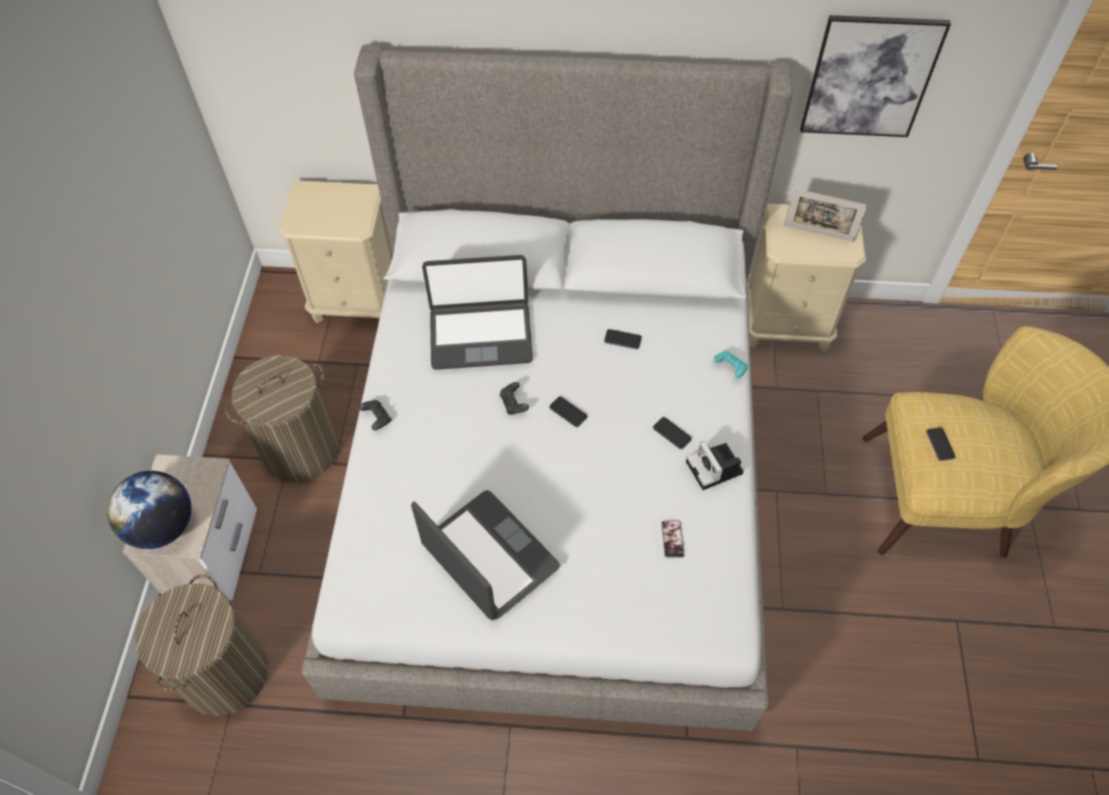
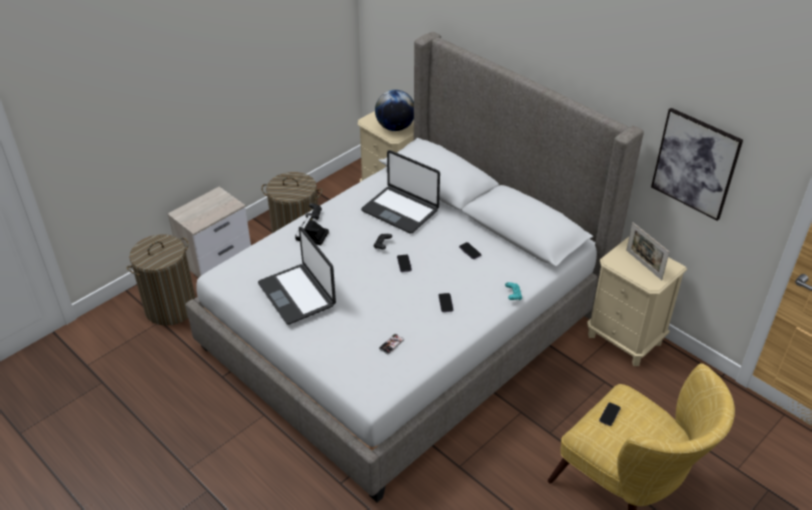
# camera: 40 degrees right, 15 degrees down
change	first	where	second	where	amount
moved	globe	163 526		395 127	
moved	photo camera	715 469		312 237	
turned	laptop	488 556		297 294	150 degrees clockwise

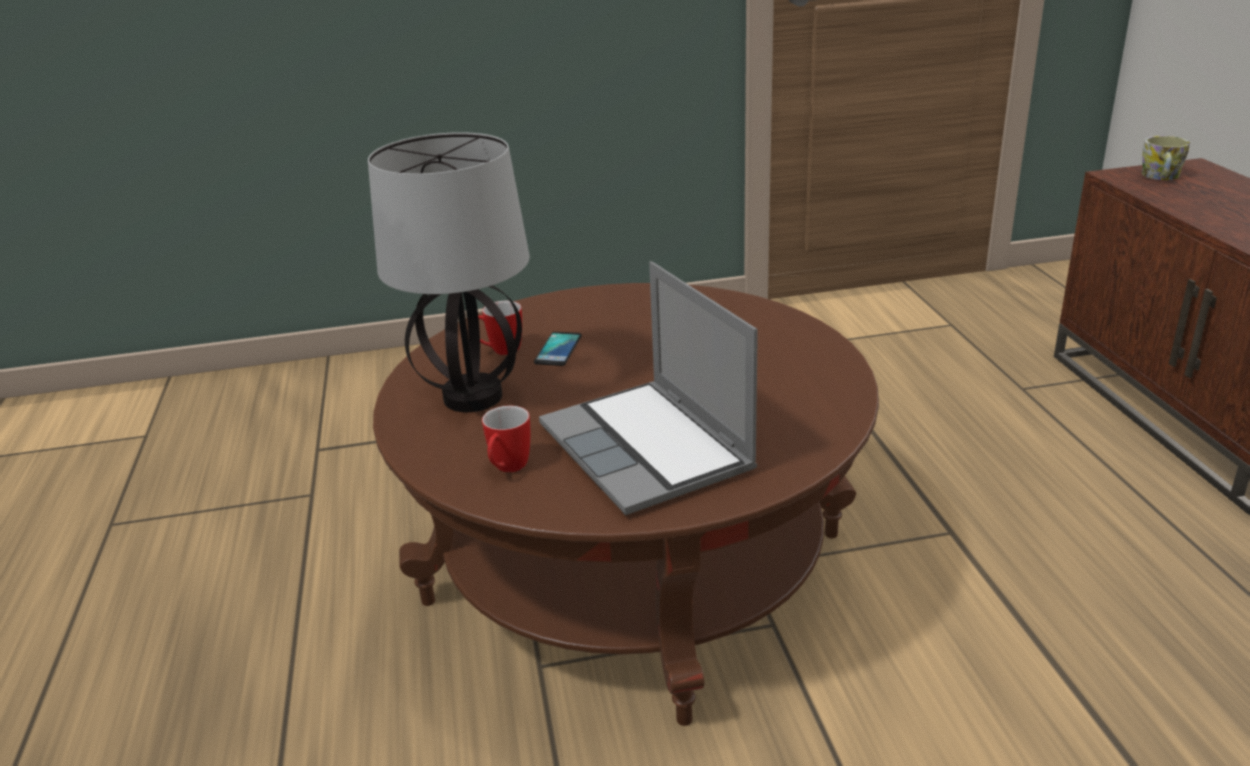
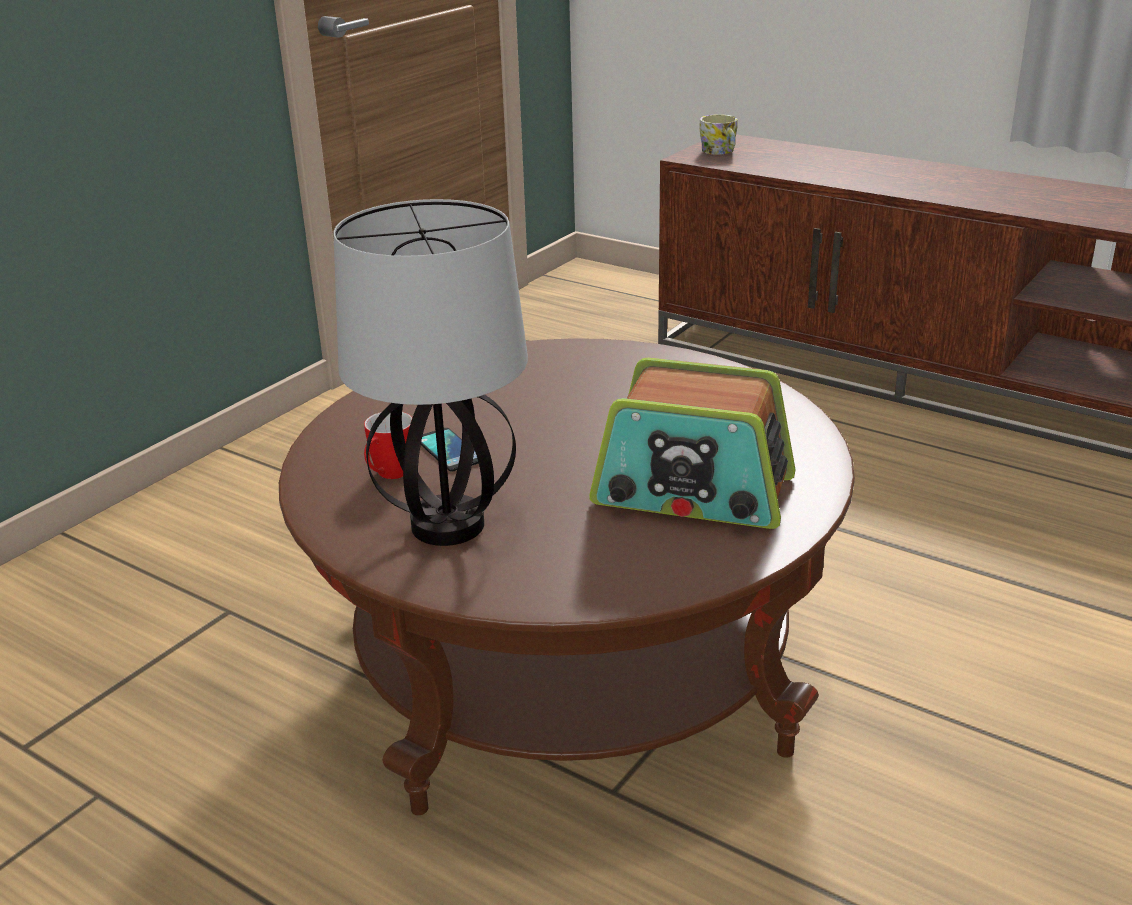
# camera: 45 degrees left, 0 degrees up
change	first	where	second	where	amount
removed	mug	507 469			
replaced	laptop	649 449	radio	693 492	

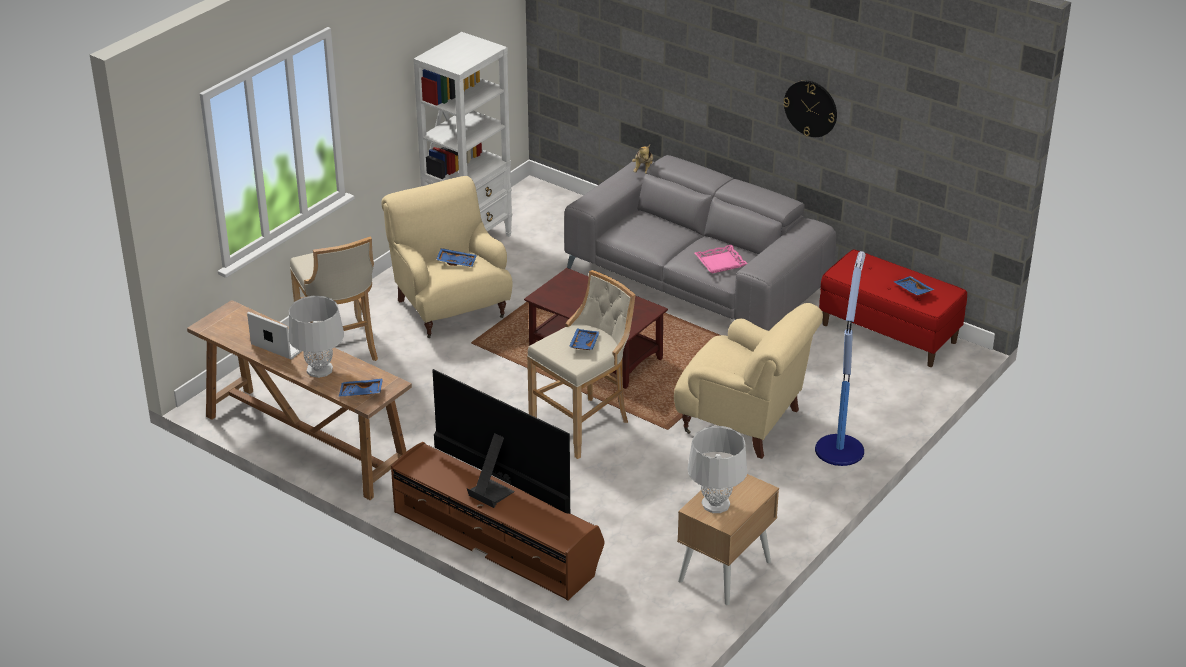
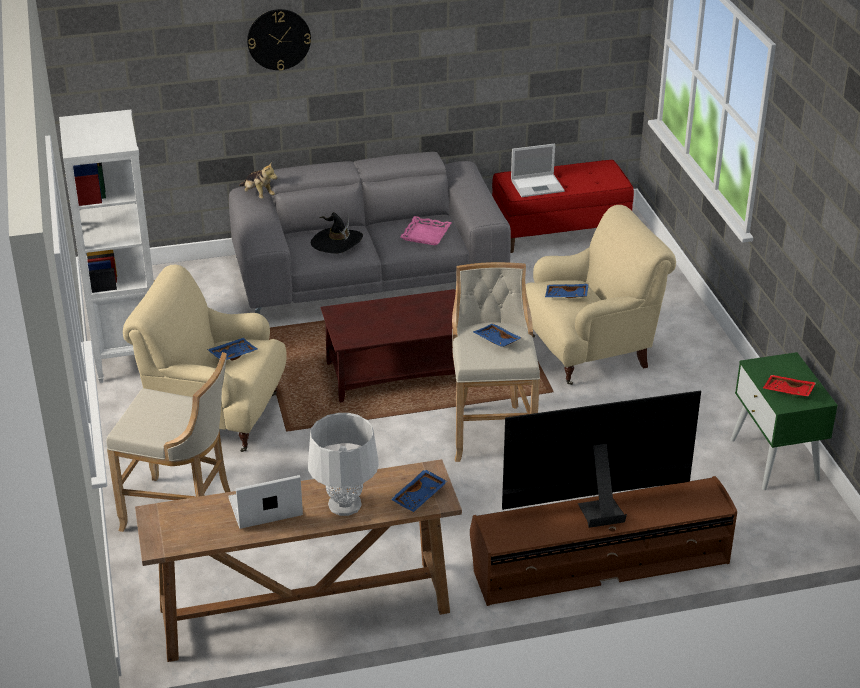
# camera: 50 degrees left, 0 degrees up
change	first	where	second	where	amount
removed	floor lamp	839 449			
added			hat (black)	337 242	
added			laptop	538 186	
moved	wall clock	811 108		279 39	
moved	tray (blue)	912 290		566 296	
replaced	table lamp (grey)	715 504	tray (red)	788 391	
recoloured	nightstand (beige)	724 571	nightstand (green)	775 460	

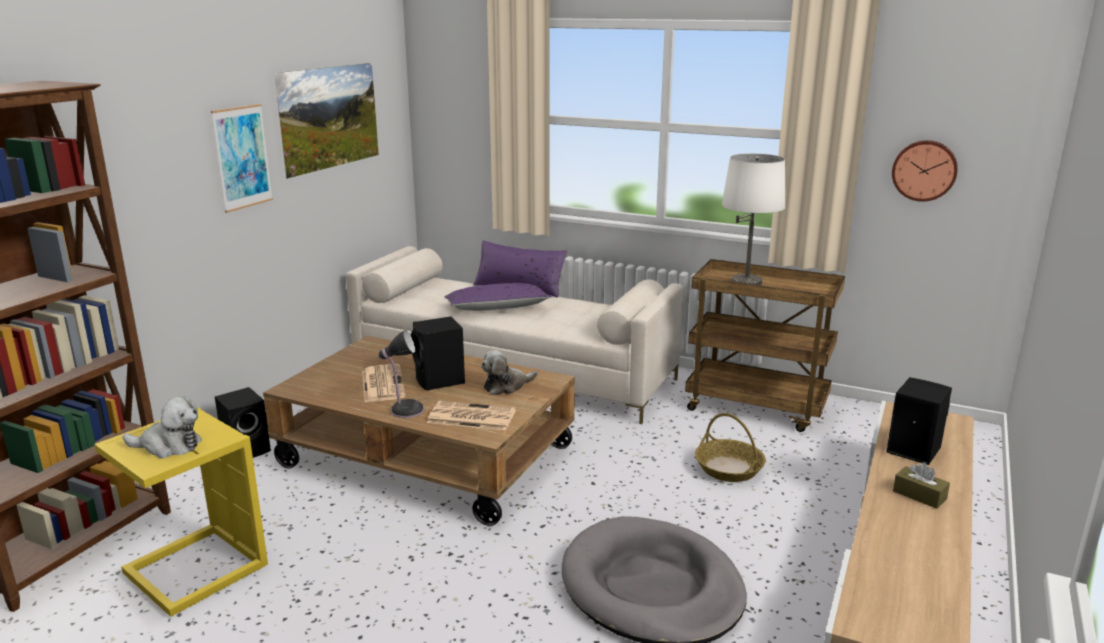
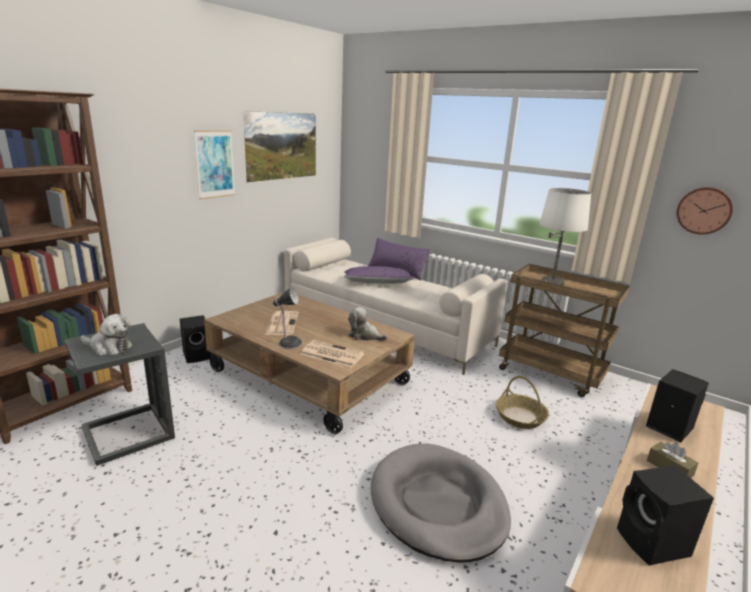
# camera: 10 degrees right, 0 degrees up
change	first	where	second	where	amount
moved	speaker (black)	440 381		653 544	
recoloured	side table (yellow)	193 570	side table (grey)	126 434	
turned	plush toy	506 386		364 336	45 degrees clockwise

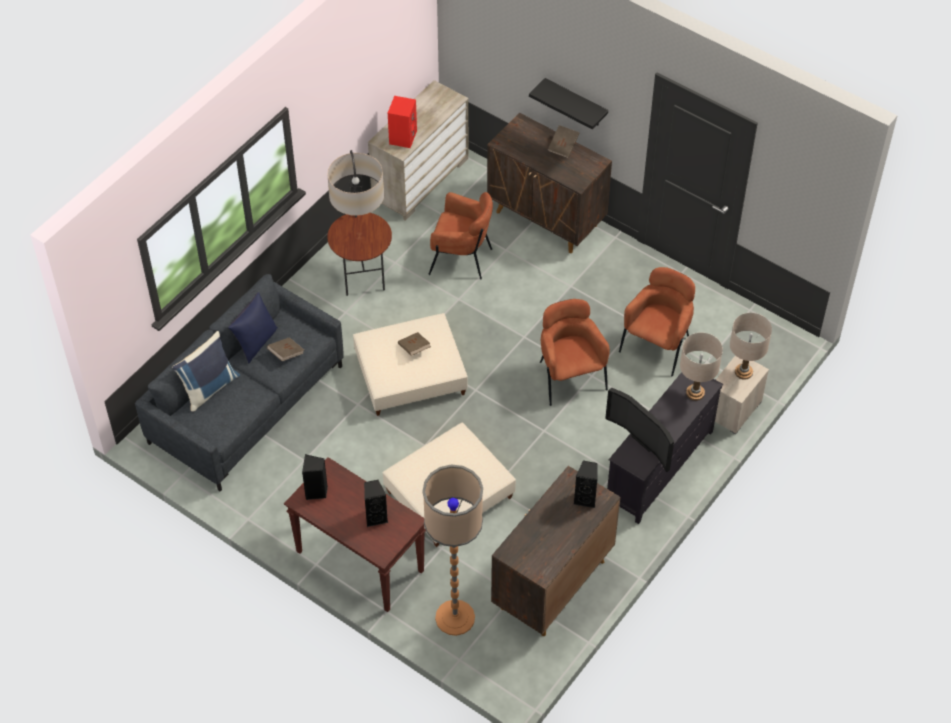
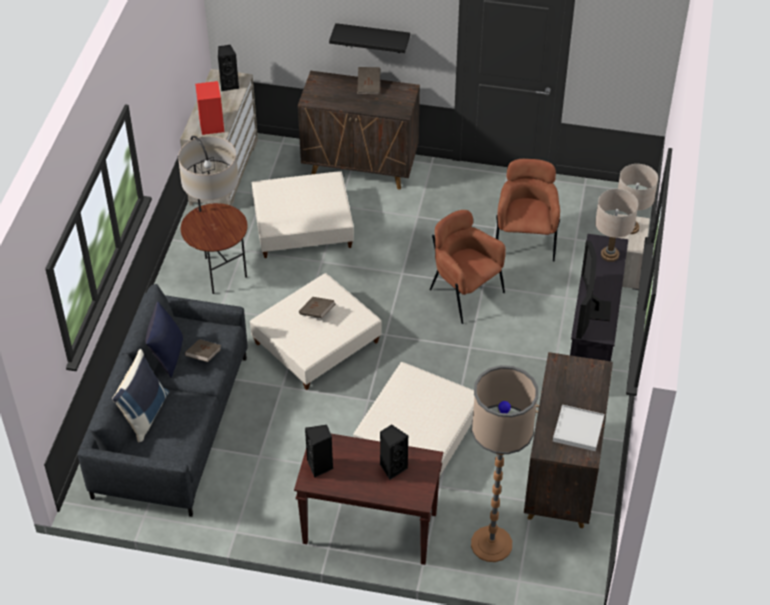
# camera: 25 degrees left, 5 degrees down
change	first	where	second	where	amount
added			tray (white)	578 429	
moved	speaker (black)	586 498		229 85	
replaced	armchair (brown)	461 259	ottoman (beige)	303 226	
turned	television	645 439		592 309	75 degrees clockwise

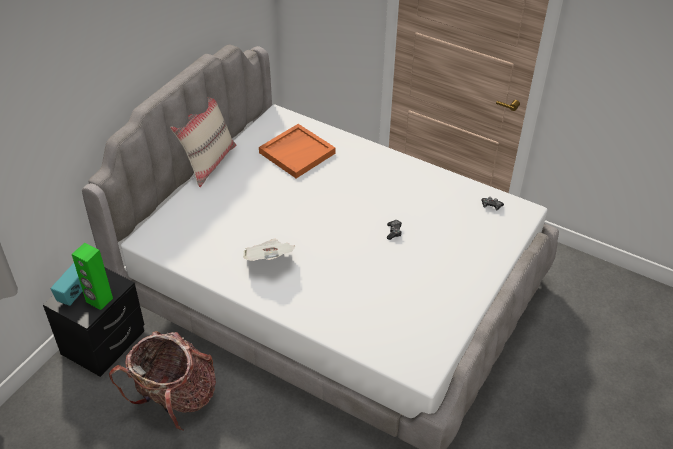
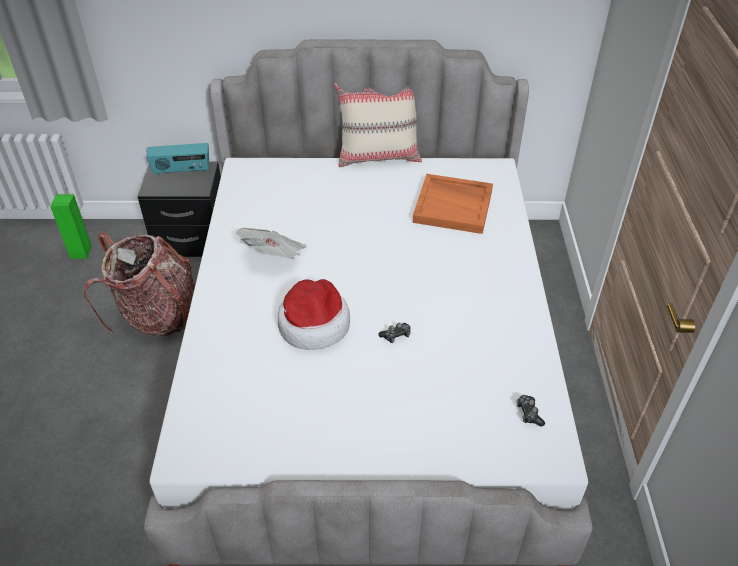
# camera: 60 degrees right, 0 degrees up
change	first	where	second	where	amount
added			hat	313 324	
moved	speaker (green)	99 300		80 252	

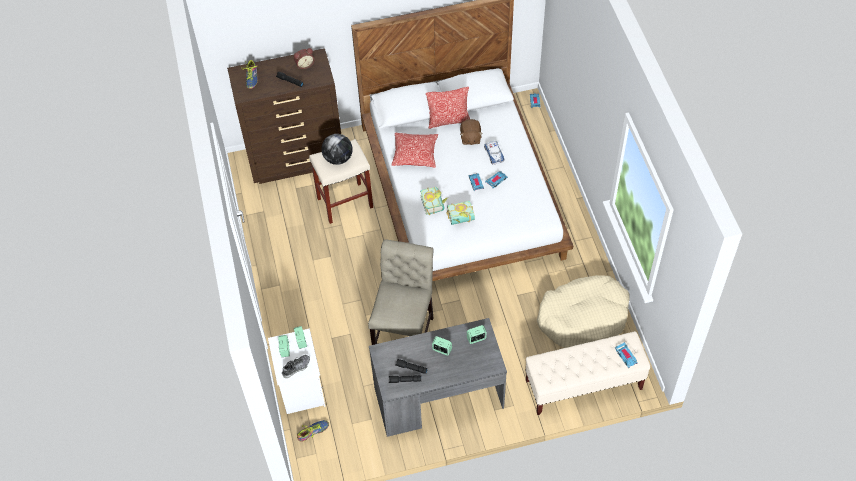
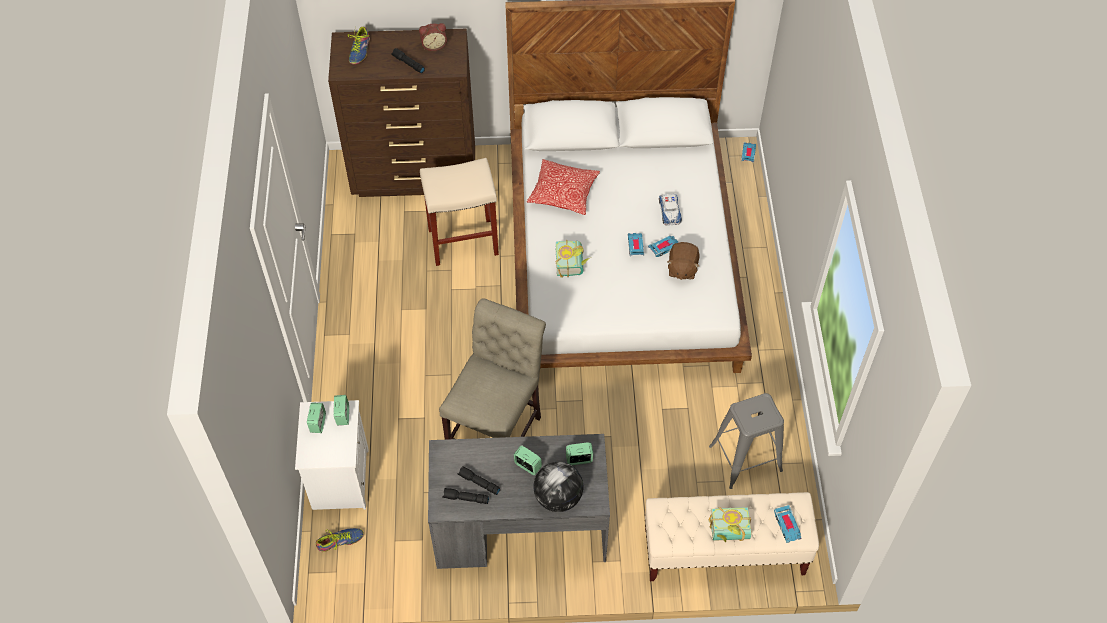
# camera: 10 degrees right, 0 degrees up
change	first	where	second	where	amount
removed	shoe	296 368			
removed	pillow	448 121			
moved	globe	338 158		558 498	
moved	book	461 219		729 533	
moved	plush toy (brown)	470 138		682 269	
replaced	dog bed (beige)	583 318	stool (grey)	746 458	

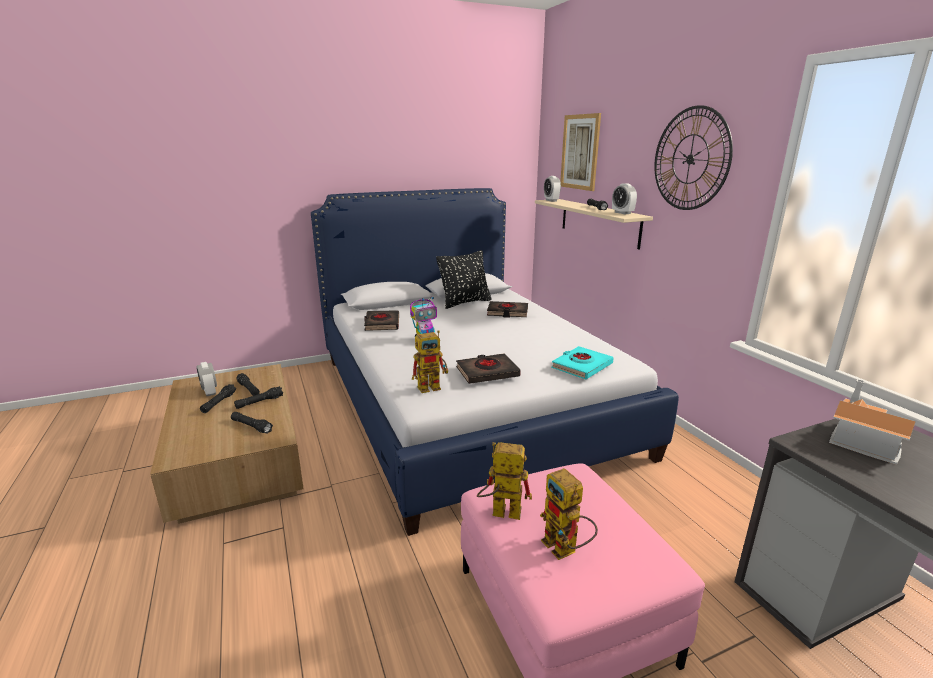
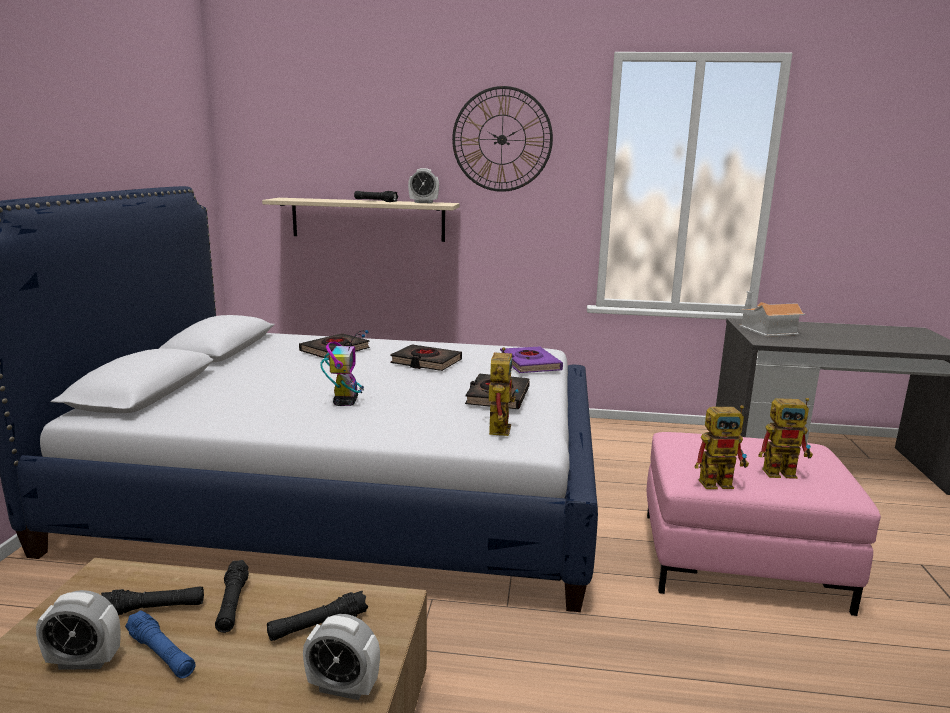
# camera: 60 degrees left, 5 degrees down
change	first	where	second	where	amount
removed	pillow (black)	465 302			
removed	picture	580 152			
moved	book (black)	382 324		426 362	
moved	alarm clock	551 200		343 688	
recoloured	flashlight (black)	219 403	flashlight (blue)	161 654	
recoloured	book (turquoise)	581 366	book (purple)	529 364	
turned	toy robot	499 513		721 482	135 degrees counterclockwise

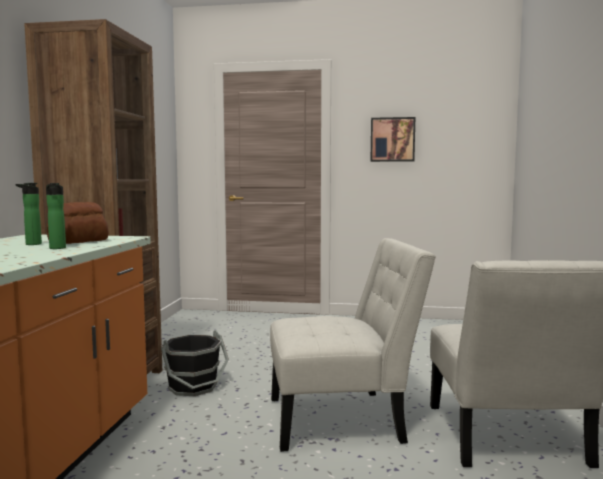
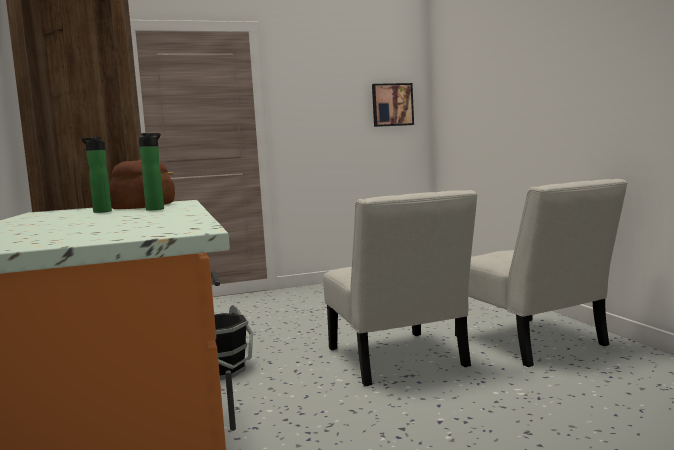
# camera: 25 degrees left, 0 degrees up
change	first	where	second	where	amount
moved	picture	392 139		392 105	
turned	chair (white)	343 419		398 361	105 degrees clockwise

